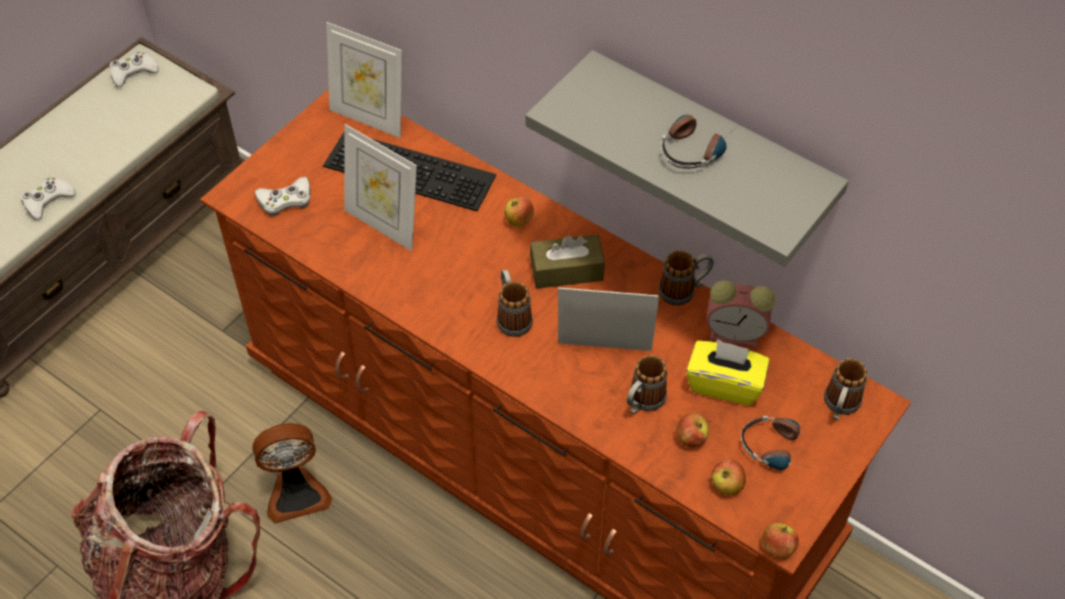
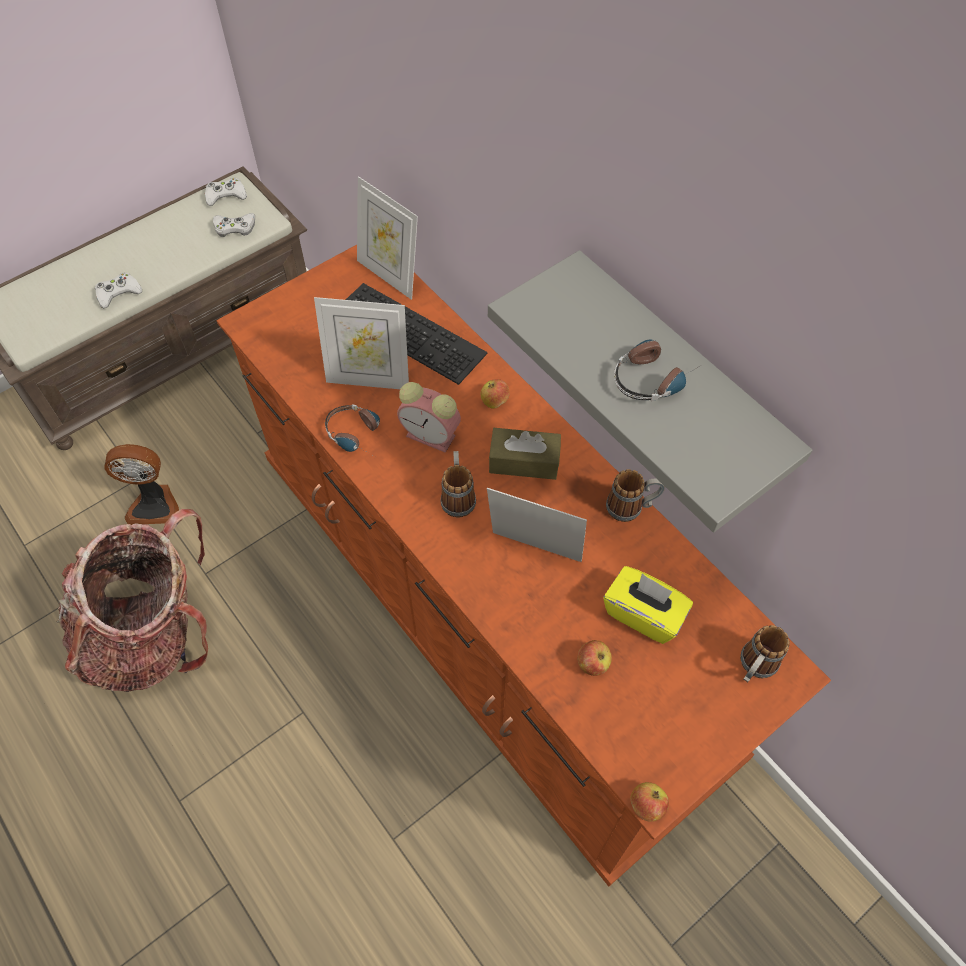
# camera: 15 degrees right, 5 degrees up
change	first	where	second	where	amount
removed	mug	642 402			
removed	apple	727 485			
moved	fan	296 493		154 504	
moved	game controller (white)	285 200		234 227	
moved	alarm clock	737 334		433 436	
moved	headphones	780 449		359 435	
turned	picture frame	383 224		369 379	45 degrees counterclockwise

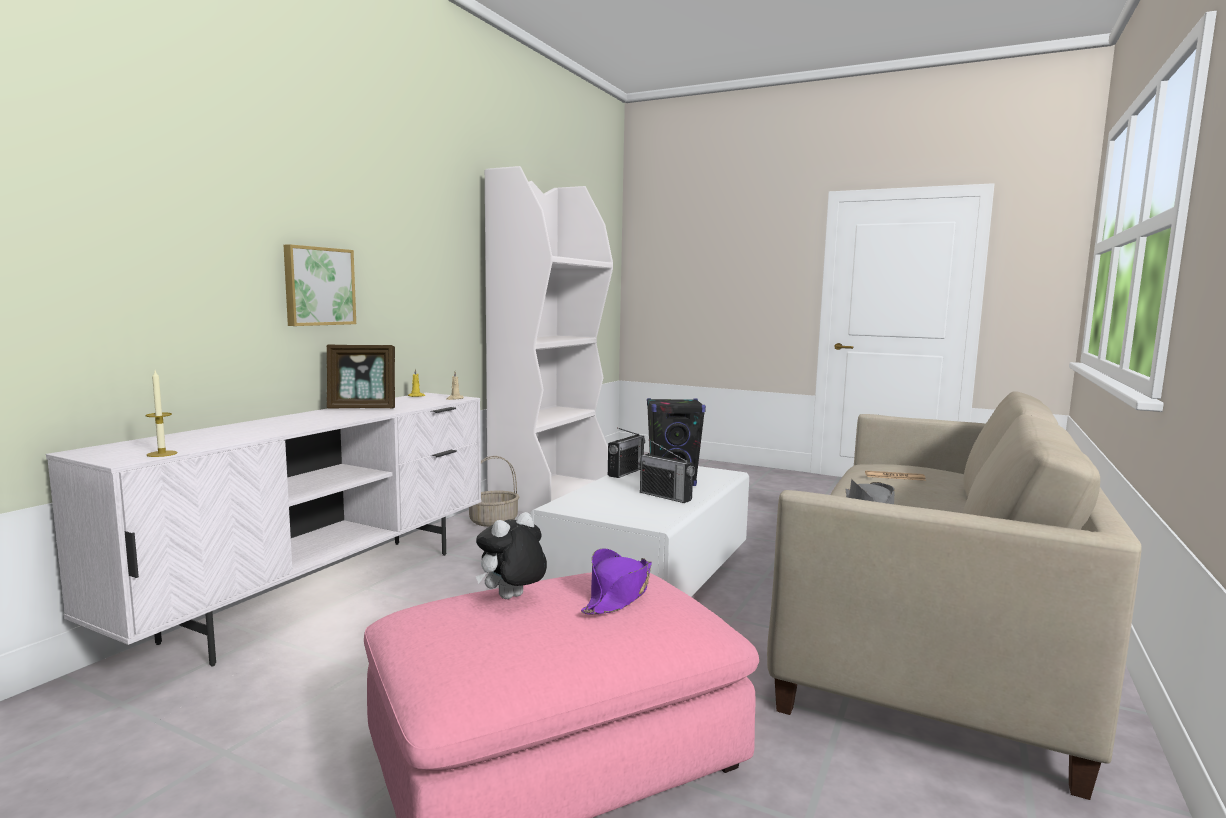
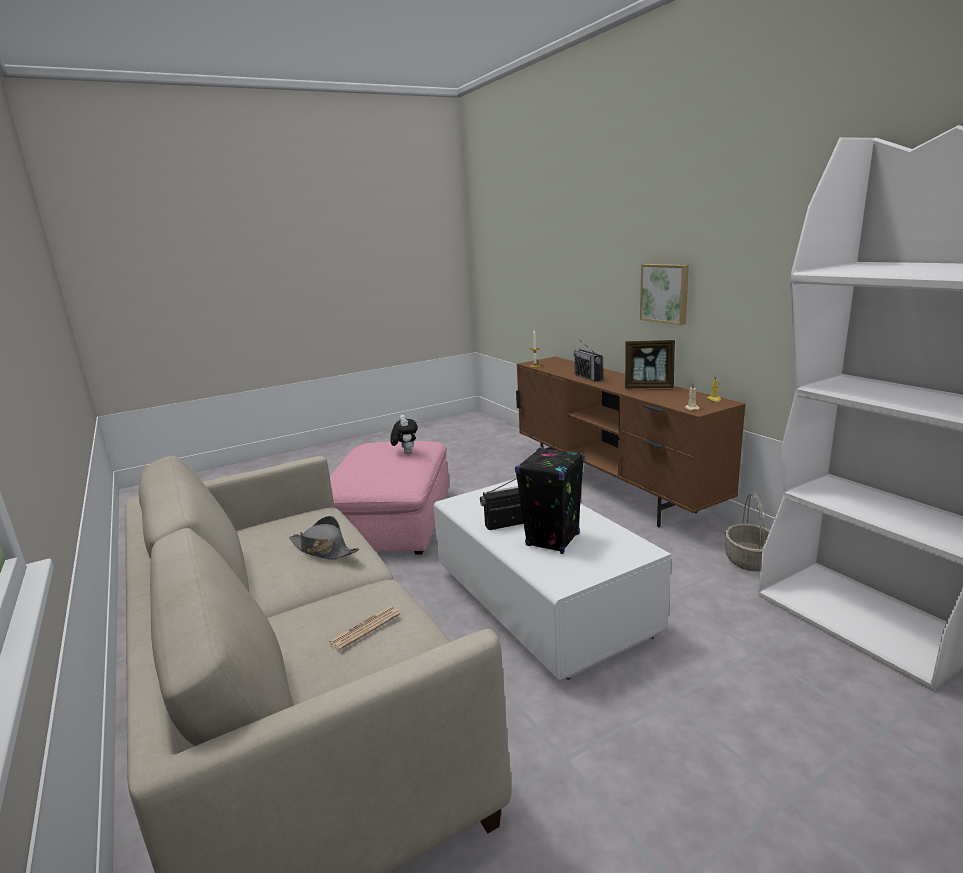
# camera: 125 degrees right, 10 degrees up
change	first	where	second	where	amount
removed	hat (purple)	618 595			
moved	radio	625 472		588 377	
recoloured	tv stand (white)	325 592	tv stand (brown)	612 488	
turned	picture frame	362 408		649 387	105 degrees counterclockwise

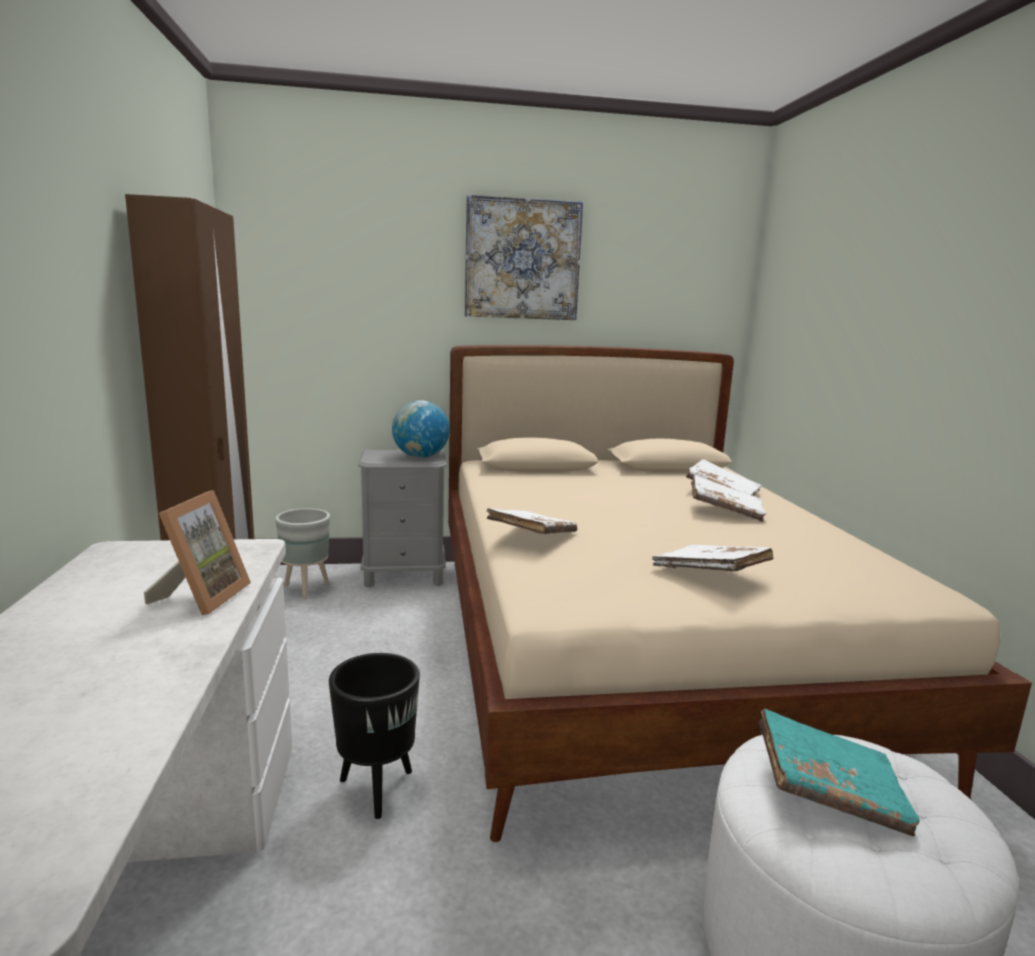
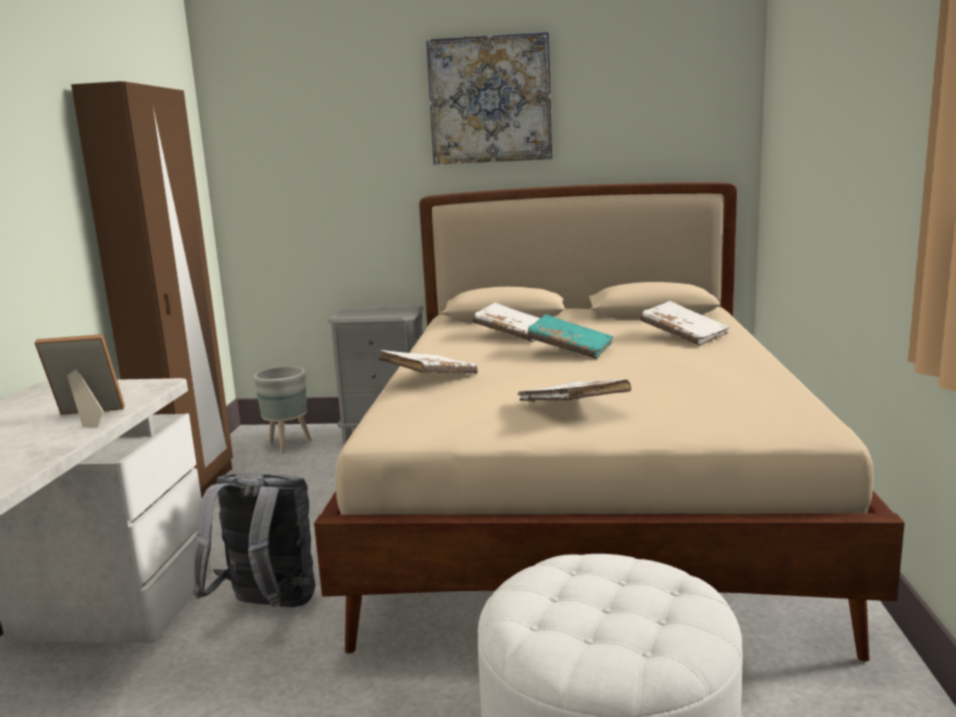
# camera: 15 degrees right, 0 degrees up
change	first	where	second	where	amount
removed	globe	420 457			
moved	book (white)	725 511		513 335	
moved	book (turquoise)	829 791		570 350	
replaced	planter (black)	375 790	backpack (grey)	267 608	
turned	picture frame	202 597		86 417	120 degrees counterclockwise

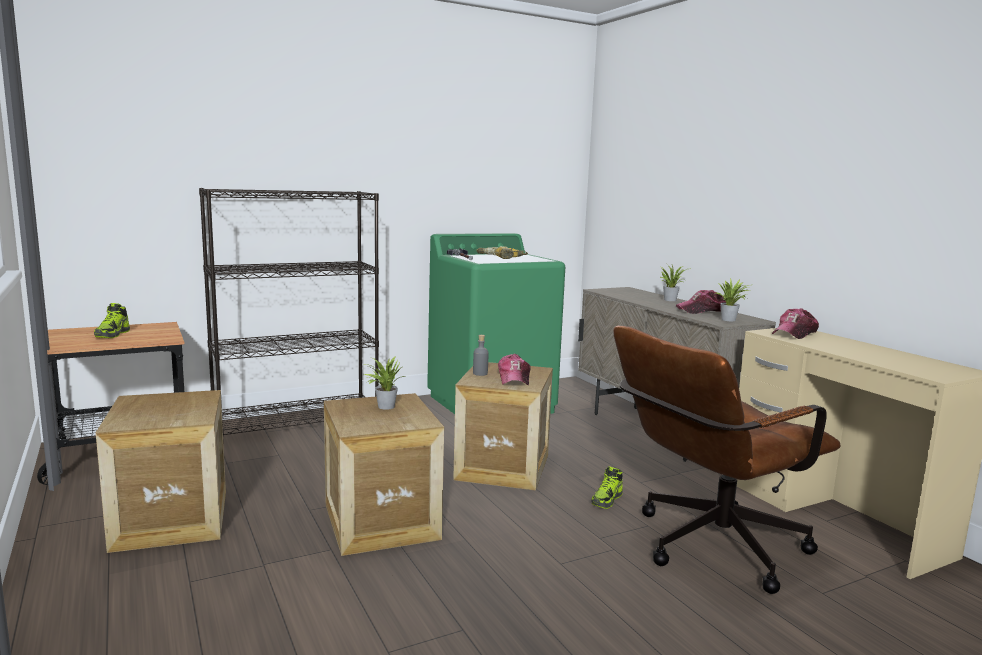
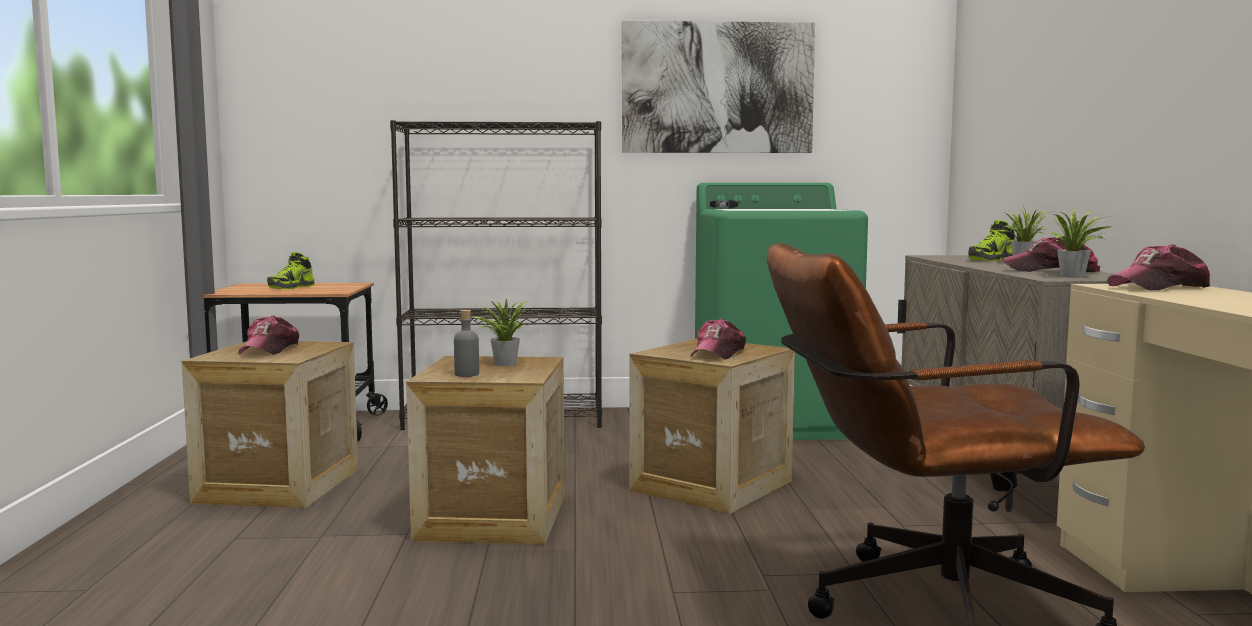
# camera: 25 degrees right, 5 degrees down
change	first	where	second	where	amount
removed	power drill	501 257			
added			cap	270 349	
added			picture	717 88	
moved	bottle (grey)	480 373		467 374	
moved	shoe	607 500		992 260	

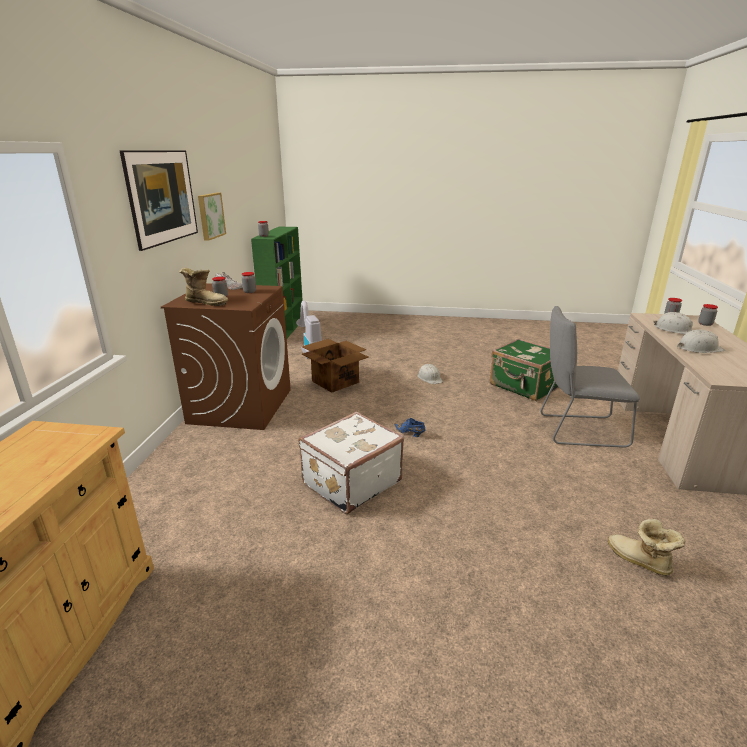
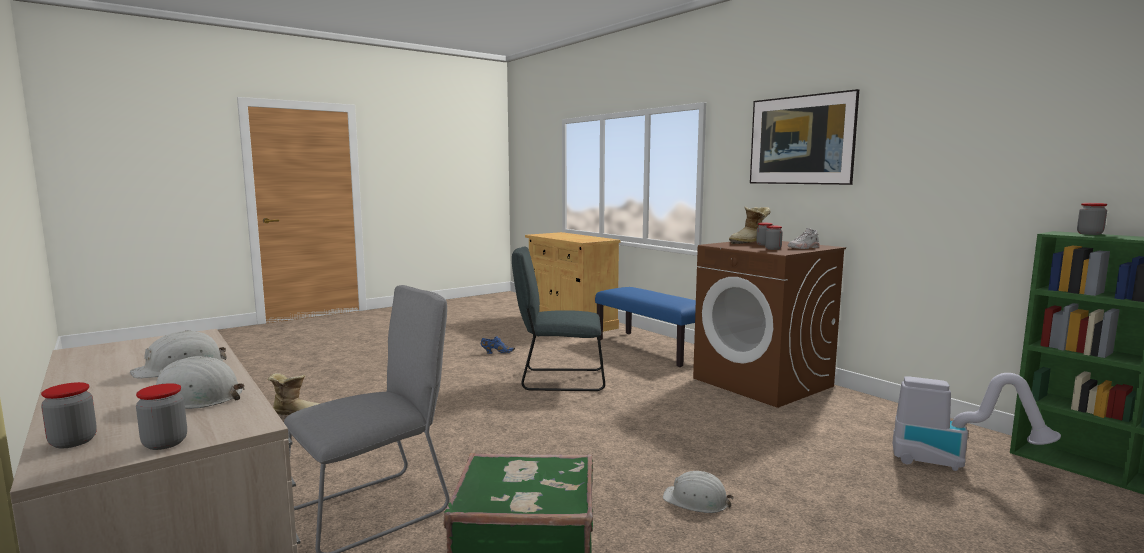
# camera: 135 degrees right, 15 degrees down
change	first	where	second	where	amount
removed	picture	210 216			
removed	cardboard box	335 381			
added			bench (blue)	652 348	
moved	shoe (blue)	410 434		496 352	
replaced	suitcase (white)	350 482	chair (grey)	559 380	

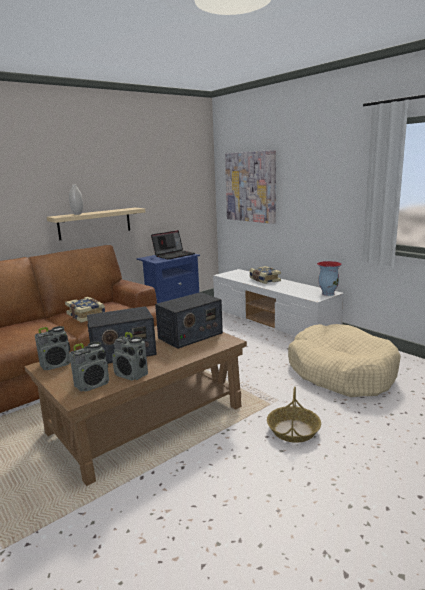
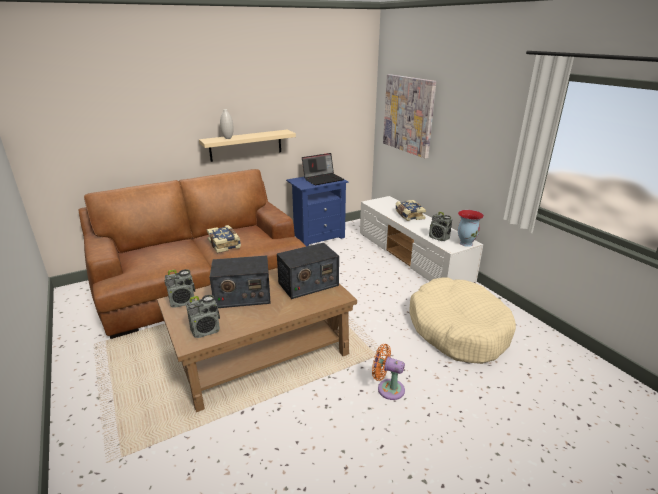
# camera: 10 degrees right, 10 degrees up
change	first	where	second	where	amount
moved	radio	131 375		439 238	
replaced	basket	293 430	fan (orange)	388 388	

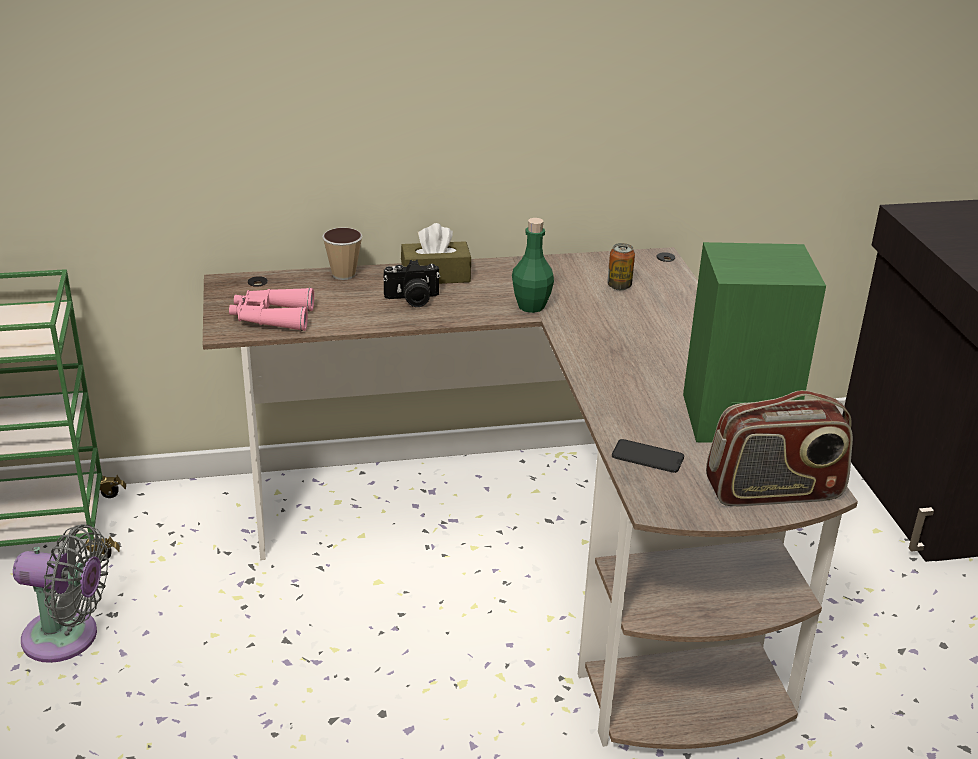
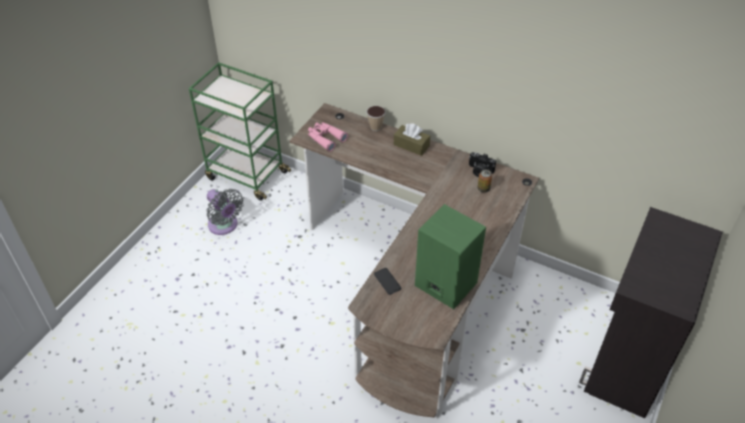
# camera: 40 degrees right, 15 degrees up
change	first	where	second	where	amount
removed	bottle (green)	531 306			
removed	radio	773 492			
moved	photo camera	412 299		479 171	

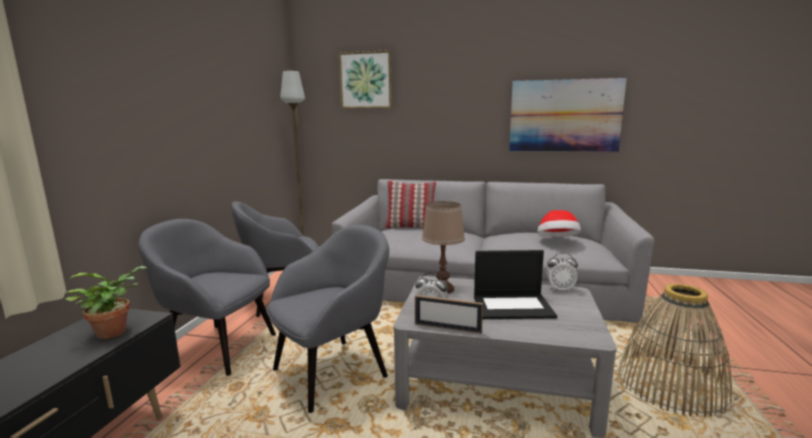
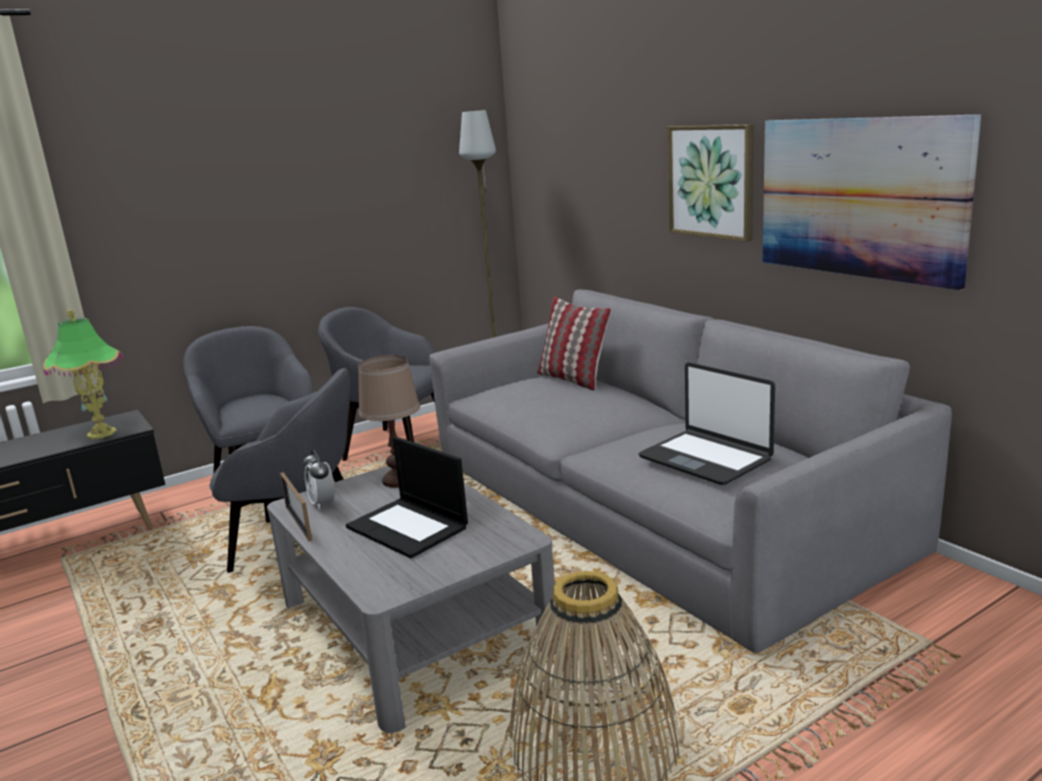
# camera: 45 degrees right, 5 degrees up
change	first	where	second	where	amount
removed	alarm clock	560 289			
moved	picture	366 80		711 181	
replaced	potted plant	115 331	table lamp	101 433	
replaced	hat	557 241	laptop	706 458	

